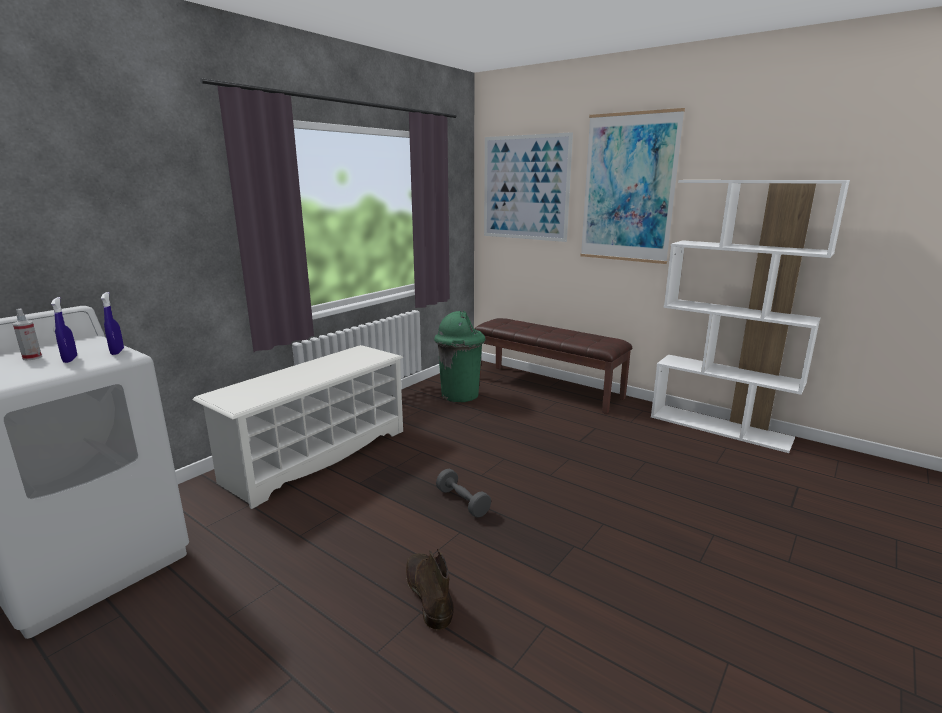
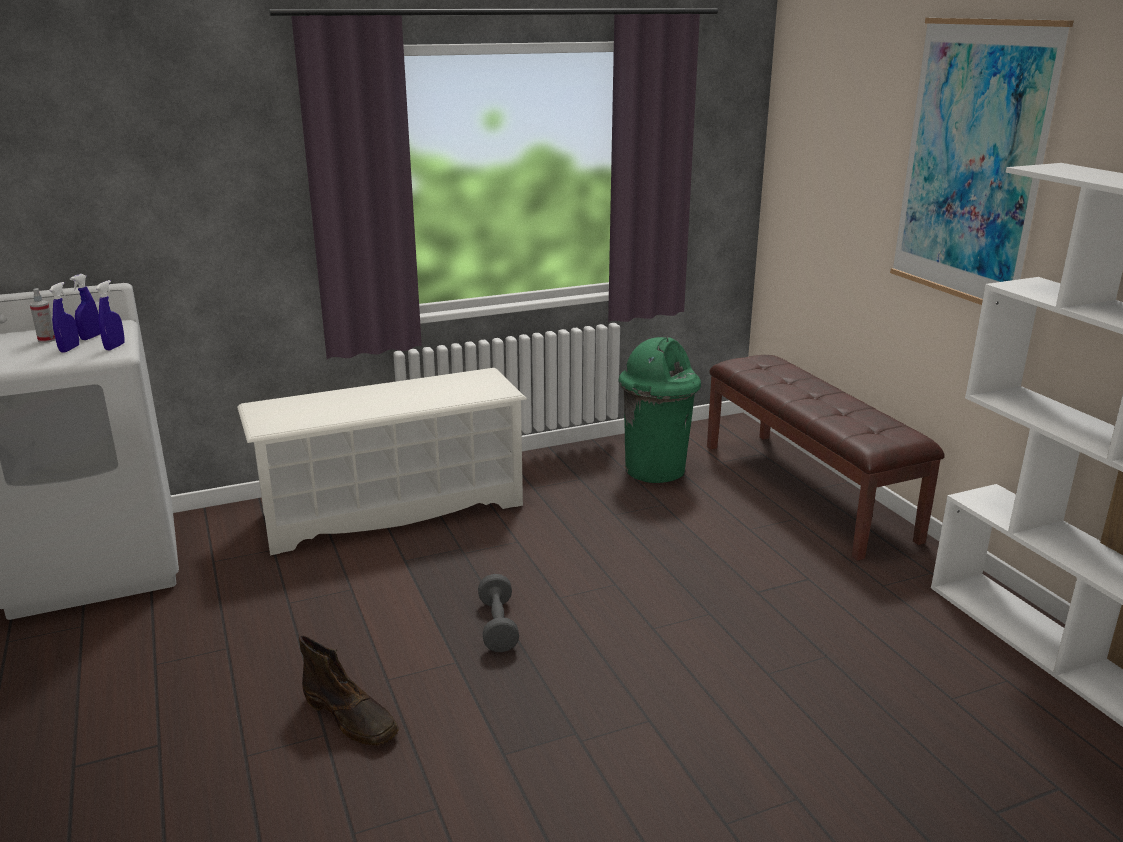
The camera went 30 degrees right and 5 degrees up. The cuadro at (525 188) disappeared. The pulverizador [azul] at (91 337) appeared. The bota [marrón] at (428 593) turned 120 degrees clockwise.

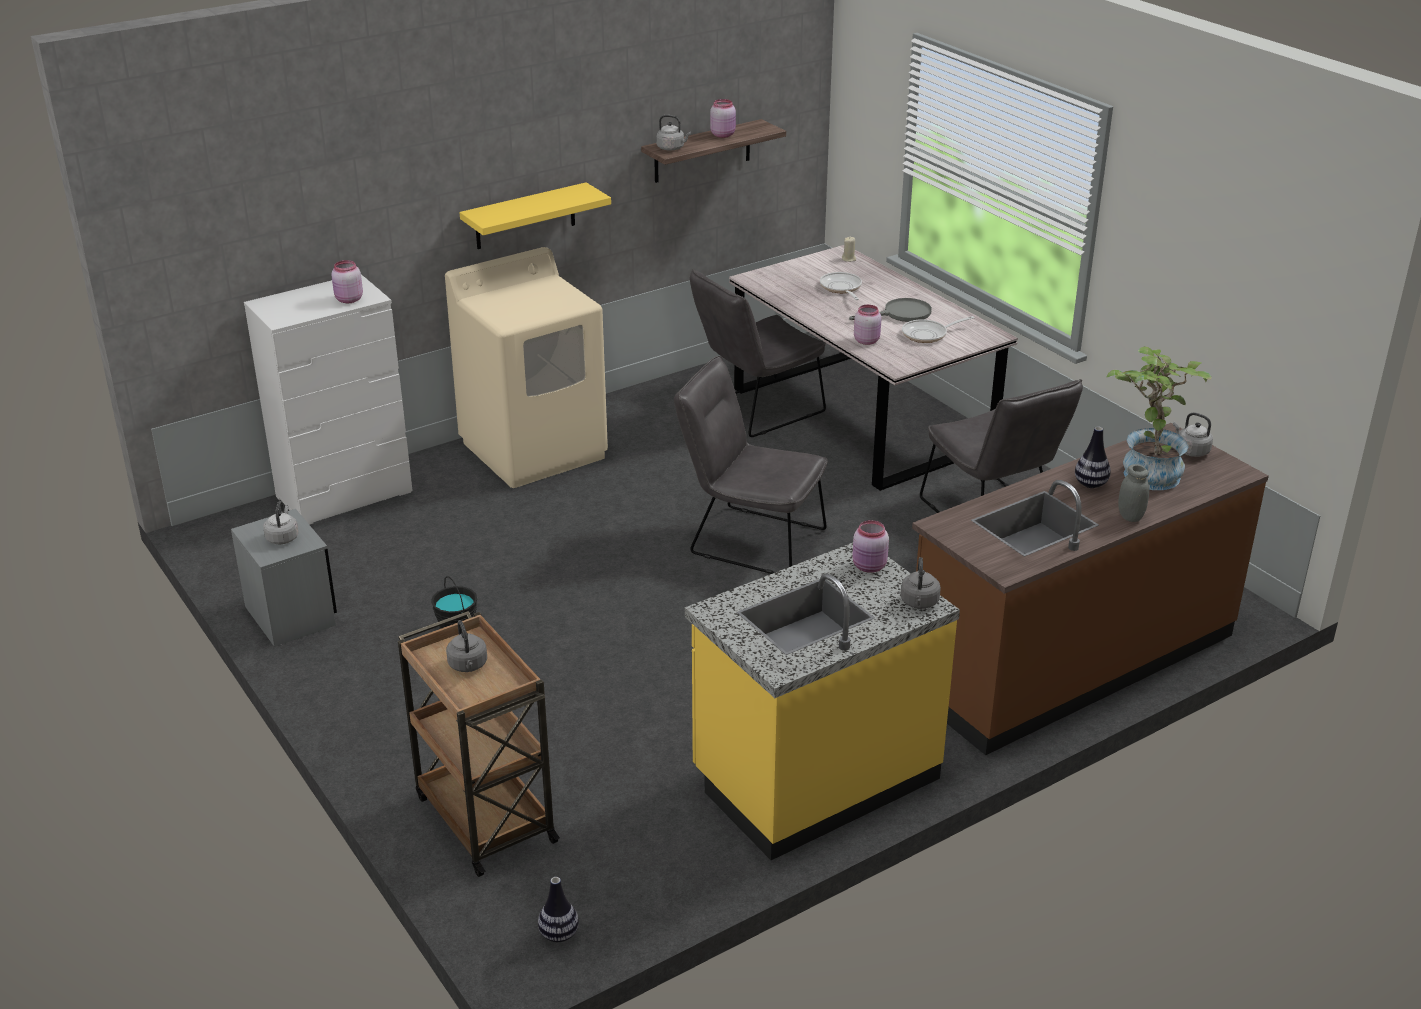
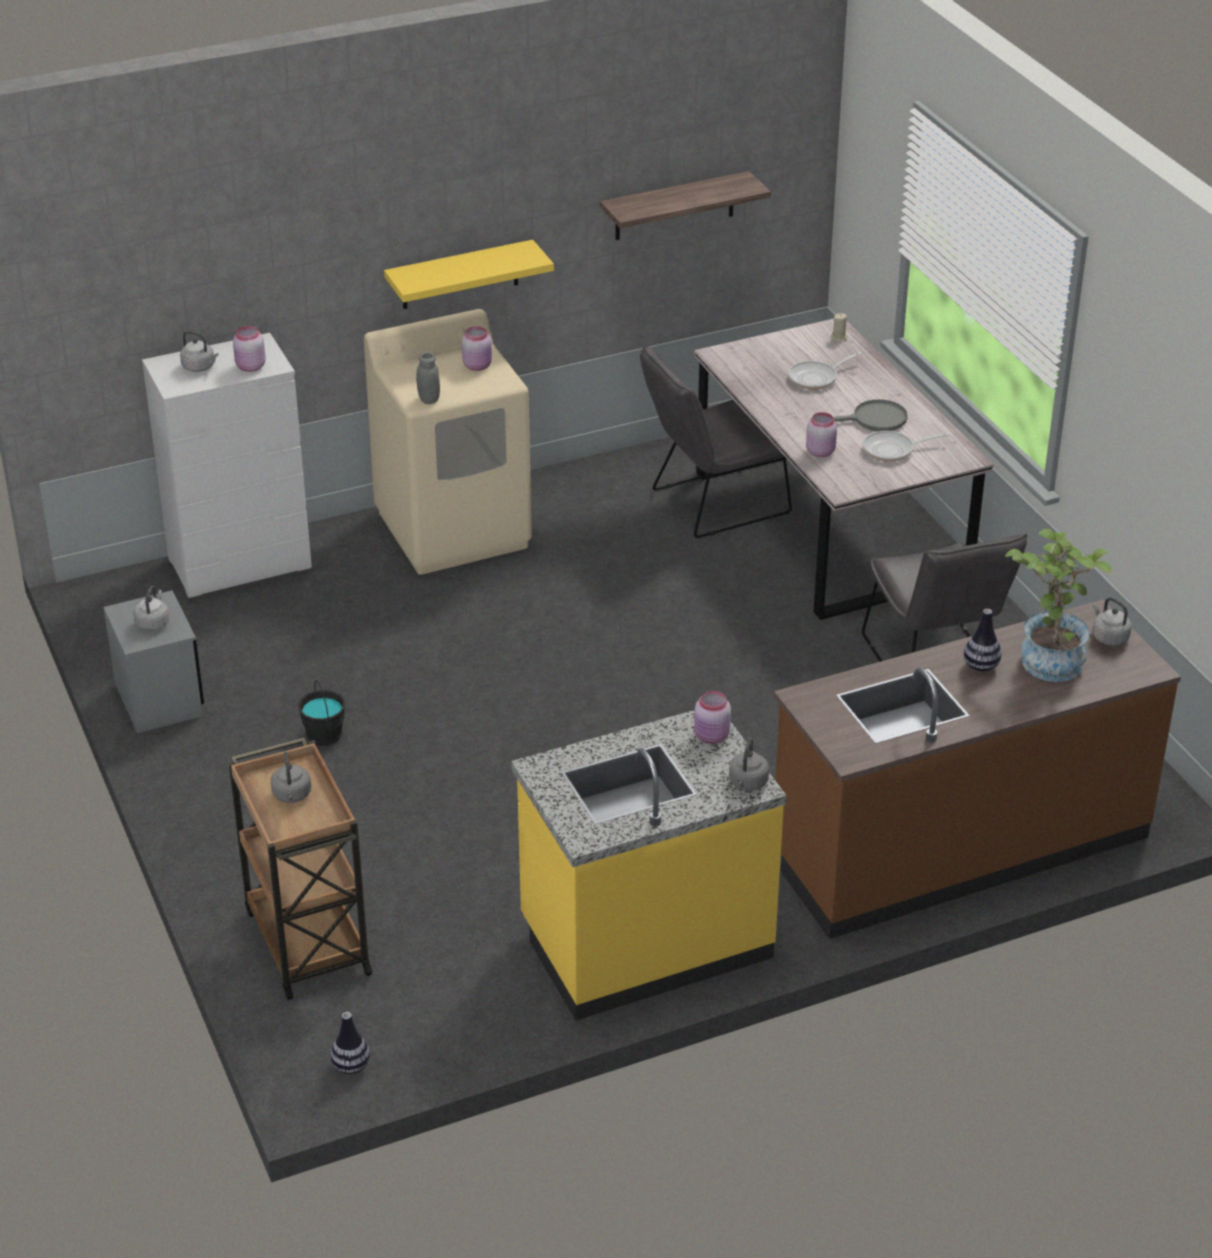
The camera went 10 degrees right and 5 degrees up. The silla [gris] at (749 539) disappeared. The hervidor [gris] moved from (672 148) to (200 367). The tarro [rosa] moved from (723 134) to (478 365). The tarro [gris] moved from (1130 516) to (429 399). The sartén at (841 288) turned 120 degrees counterclockwise.

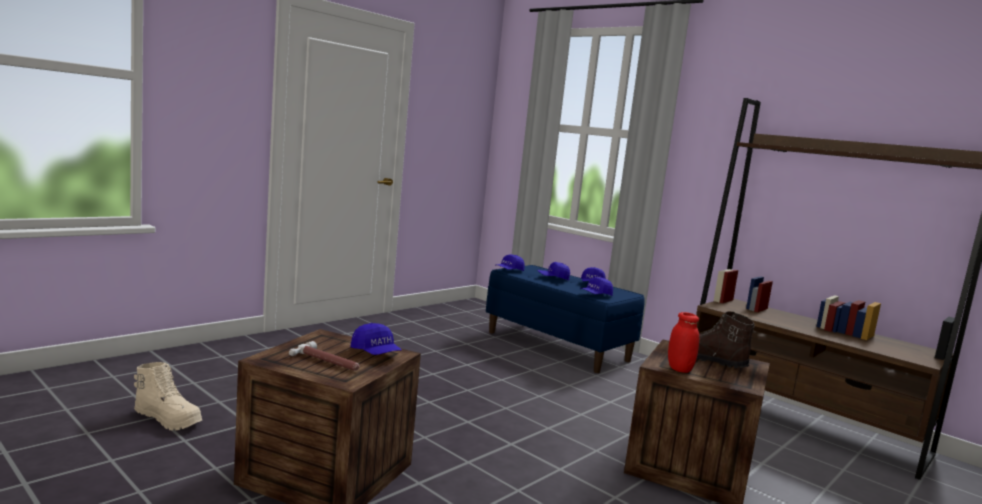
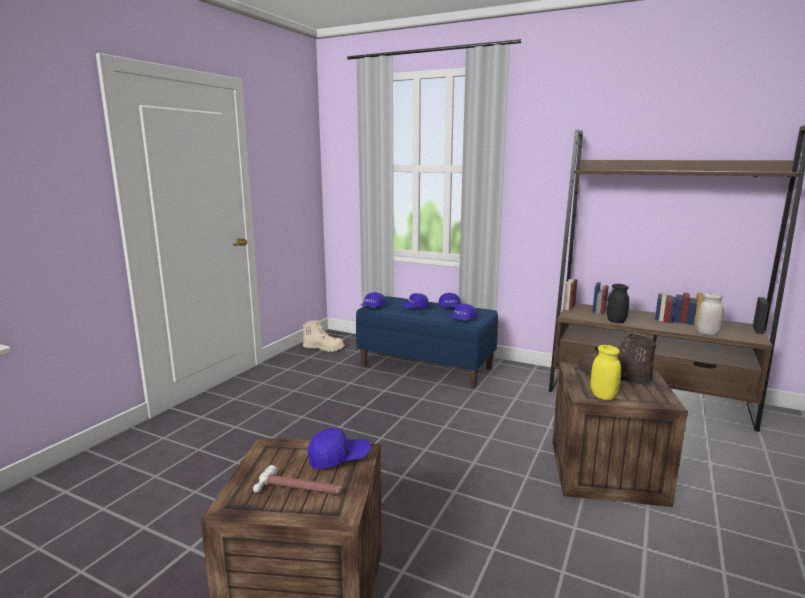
The camera went 15 degrees left and 5 degrees up. The tarro [negro] at (616 321) appeared. The tarro [blanco] at (707 333) appeared. The bota [beis] moved from (168 419) to (324 348). The tarro [rojo] at (679 369) became the tarro [amarillo] at (603 396). The gorra [azul] at (376 353) turned 45 degrees counterclockwise.

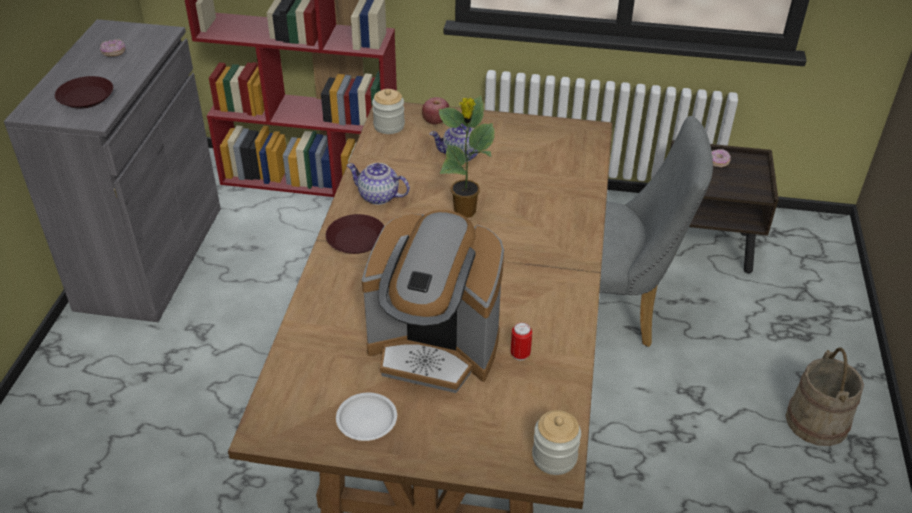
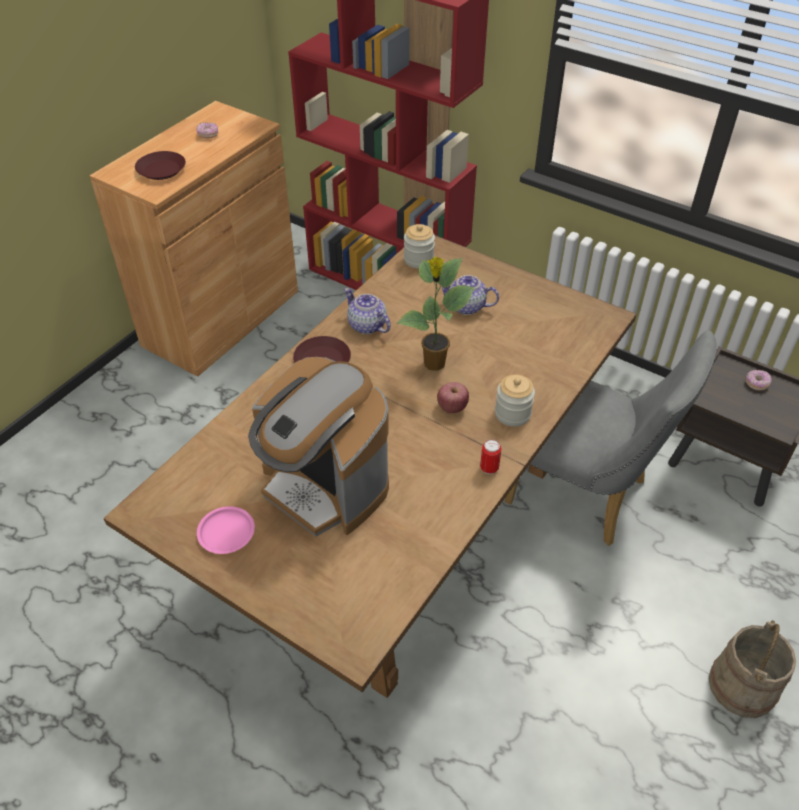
The camera went 25 degrees right and 5 degrees up. The manzana moved from (435 121) to (452 407). The lata moved from (520 354) to (489 468). The tarro moved from (554 457) to (512 414). The armario [gris] at (150 257) became the armario [marrón] at (221 318). The plato [blanco] at (366 420) became the plato [rosa] at (226 533).

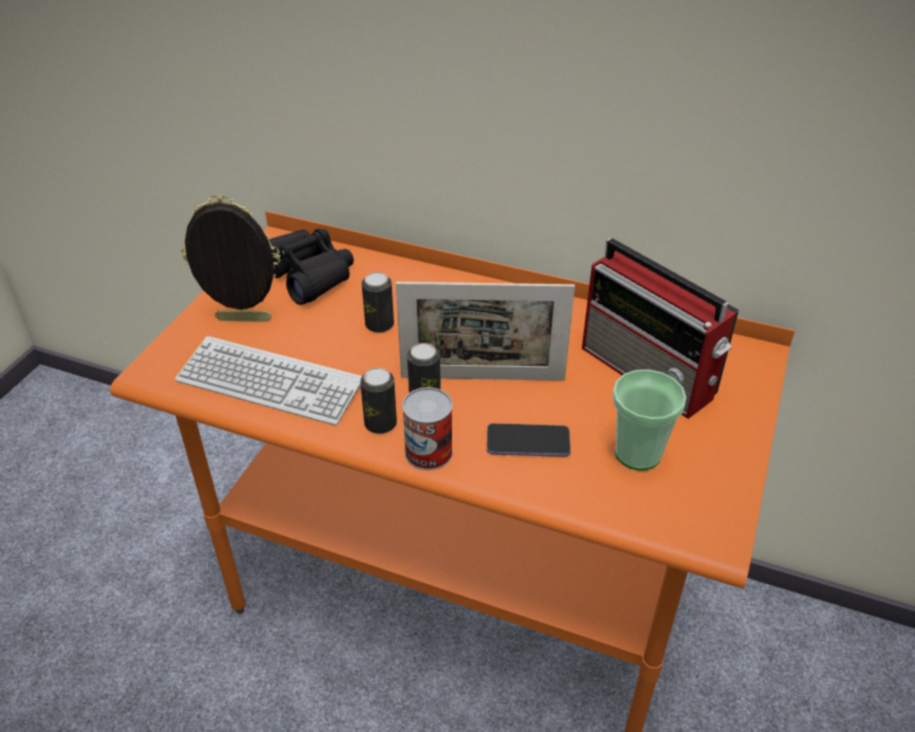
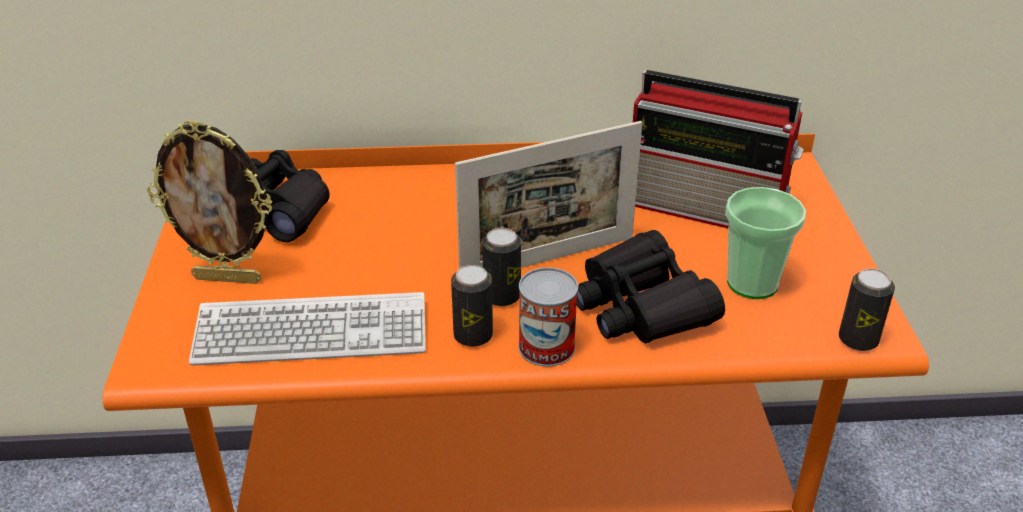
The camera went 25 degrees left and 5 degrees down. The lata moved from (379 325) to (858 340). The móvil at (528 442) was replaced by the prismáticos [negro] at (641 306). The portarretratos at (243 321) turned 150 degrees counterclockwise.

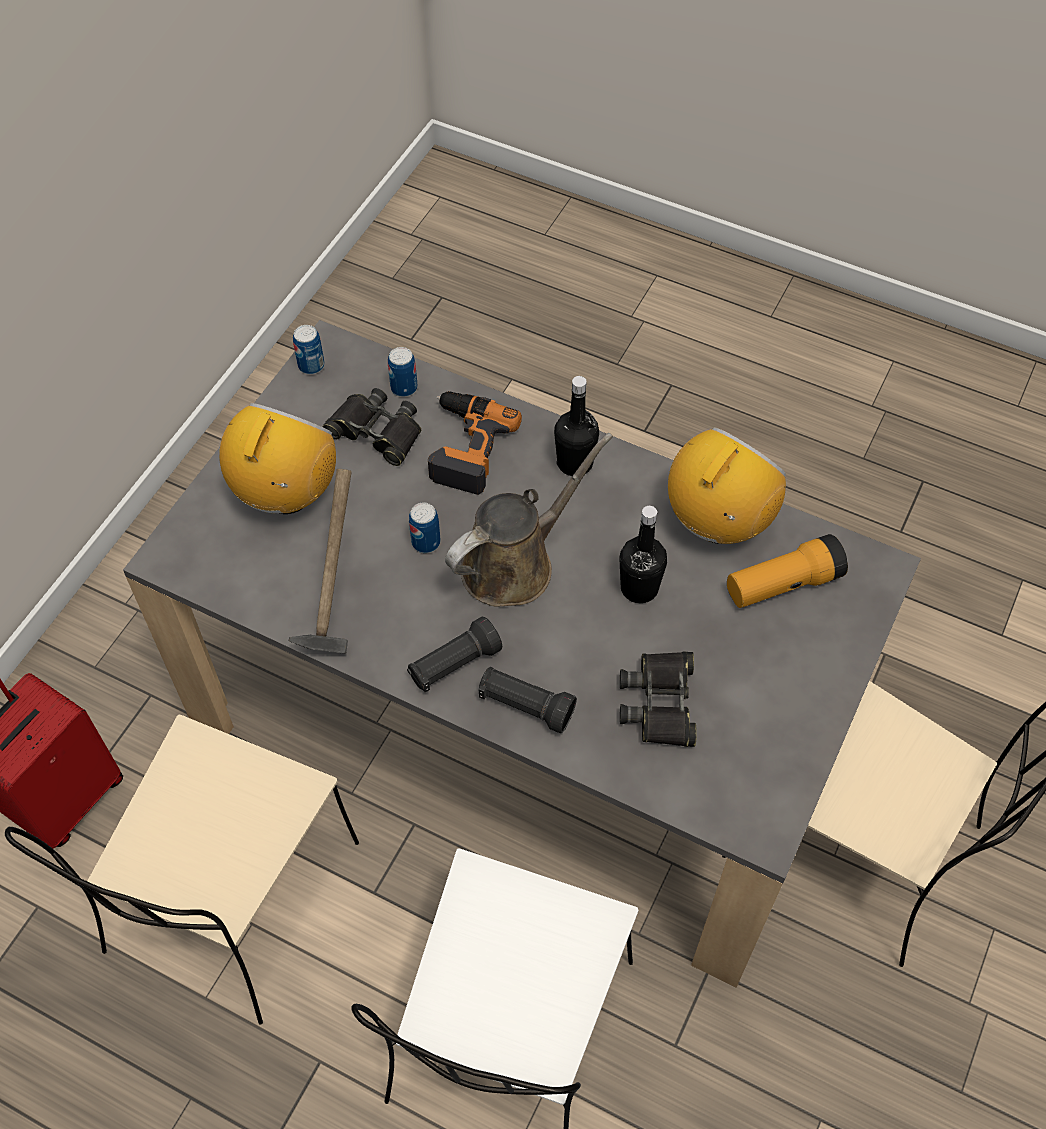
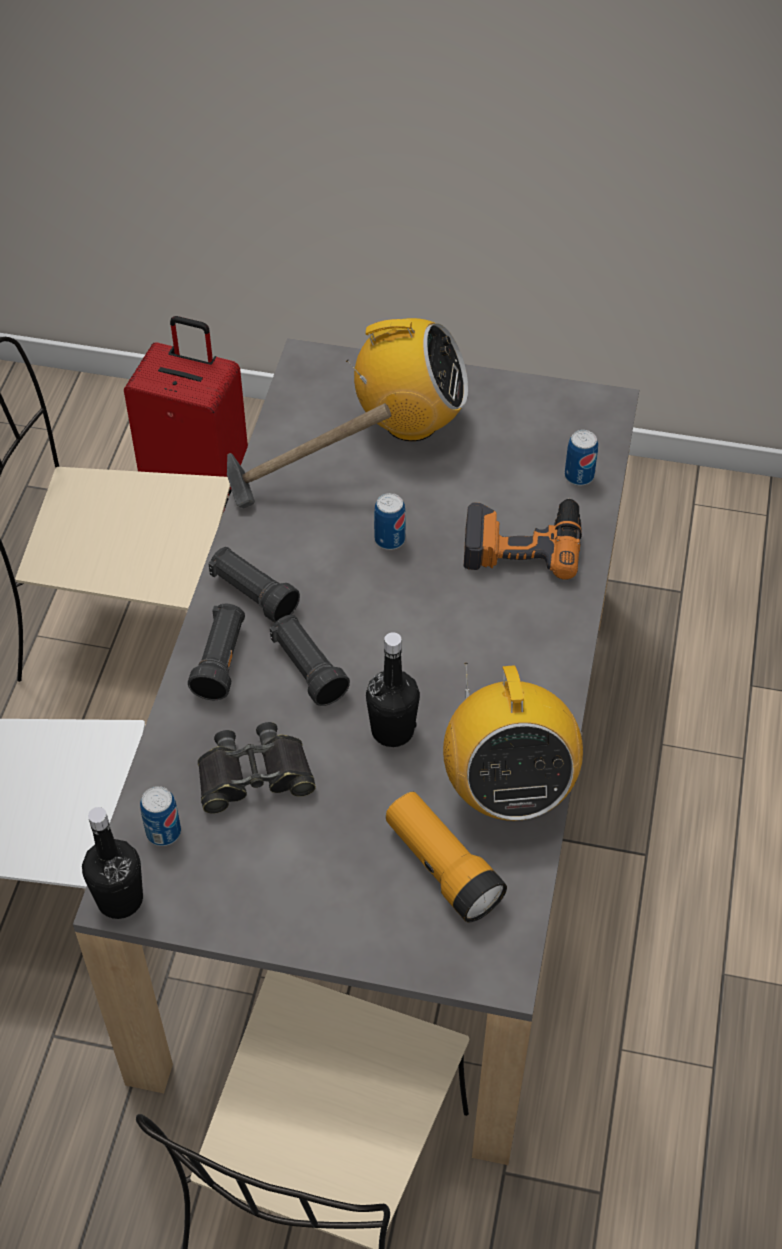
The camera went 75 degrees right and 5 degrees down. The prismáticos [negro] at (376 432) disappeared. The regadera [marrón] at (515 563) disappeared. The linterna [negro] at (308 669) appeared. The lata moved from (311 365) to (163 832). The botella [negro] moved from (575 463) to (120 899). The radio at (718 522) turned 60 degrees clockwise.

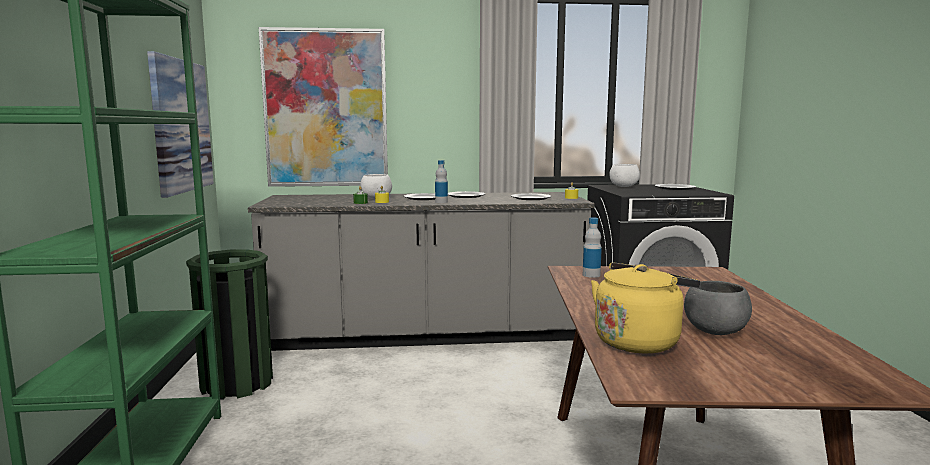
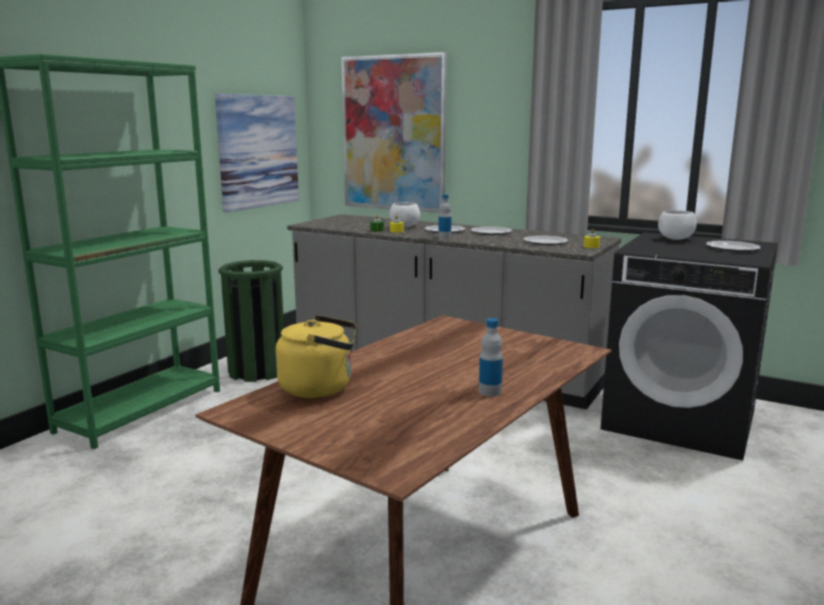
The camera went 35 degrees right and 5 degrees up. The cuenco [gris] at (715 332) disappeared. The botella moved from (591 275) to (490 391).

